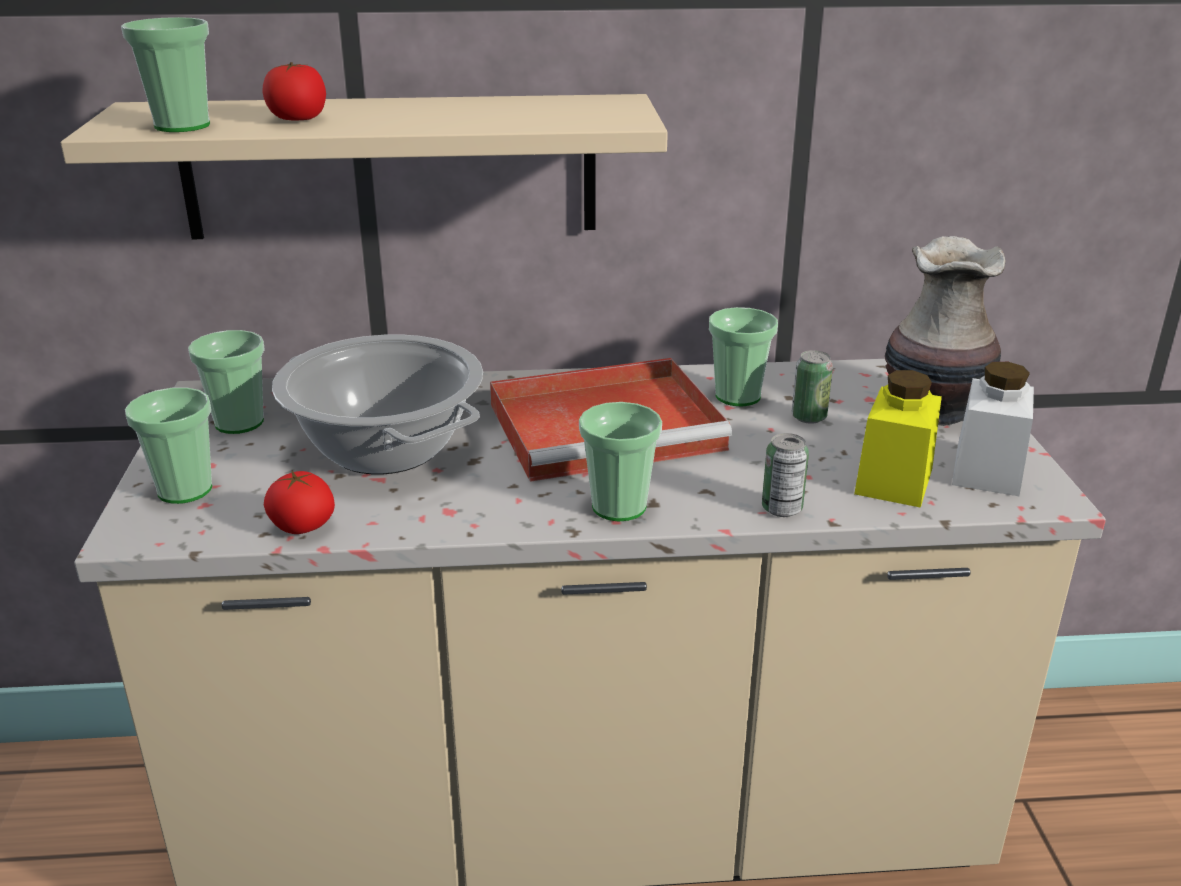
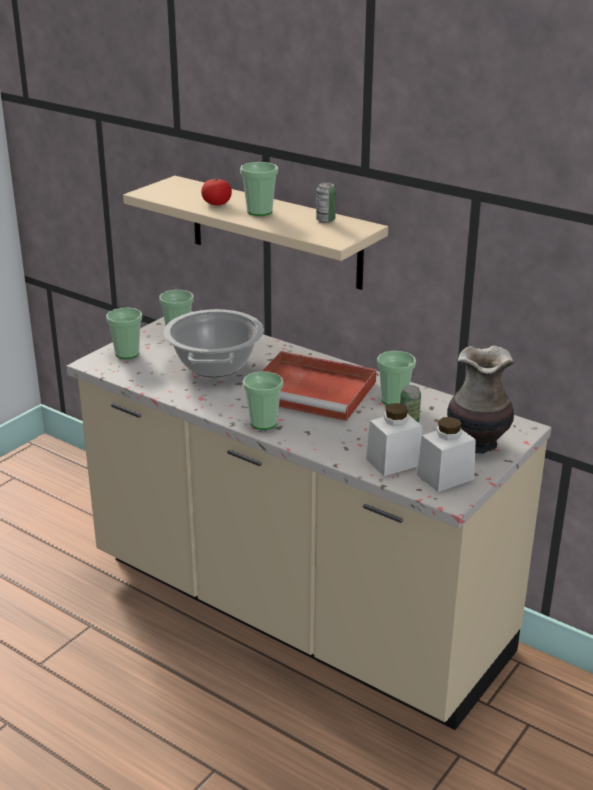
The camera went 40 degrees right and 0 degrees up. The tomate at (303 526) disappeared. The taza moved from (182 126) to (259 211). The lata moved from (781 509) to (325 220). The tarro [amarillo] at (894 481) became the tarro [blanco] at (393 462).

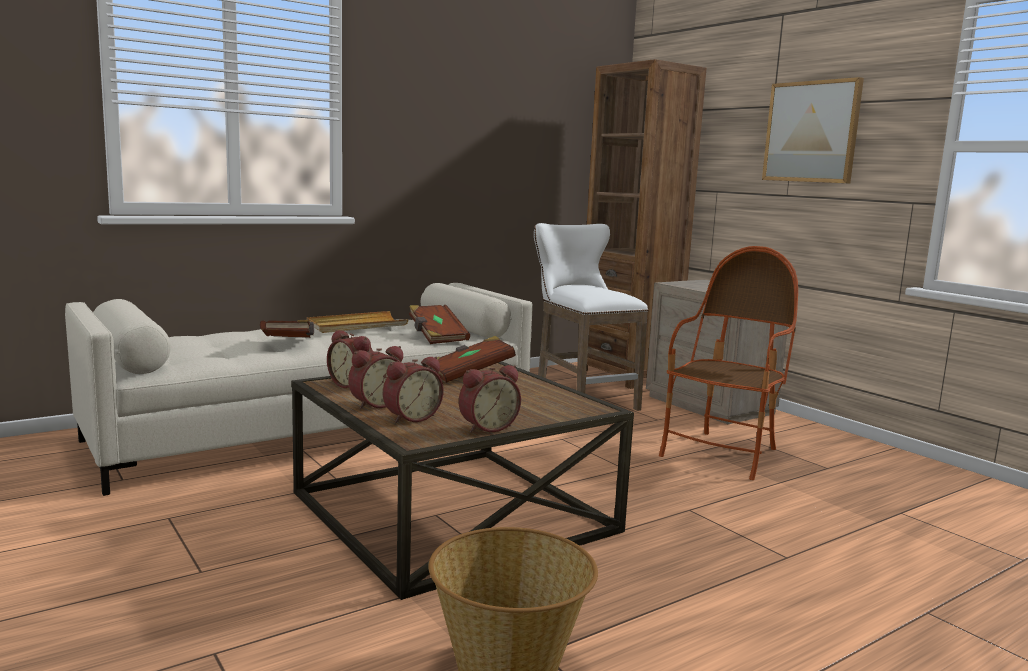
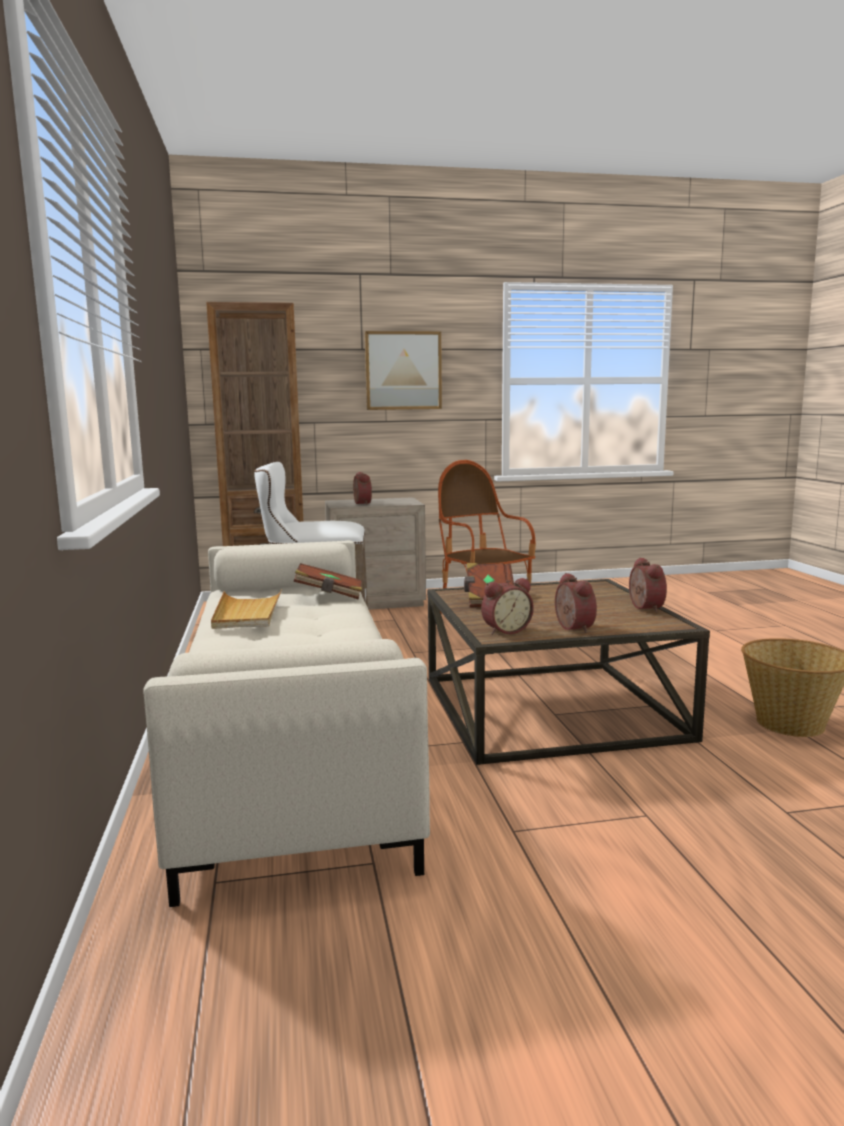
The camera went 65 degrees left and 0 degrees up. The libro [marrón] at (288 344) disappeared. The despertador moved from (410 417) to (360 503).

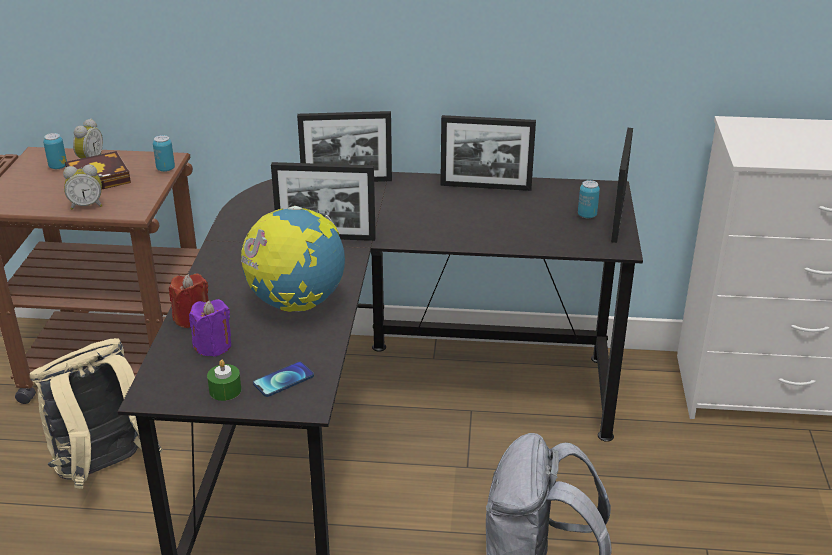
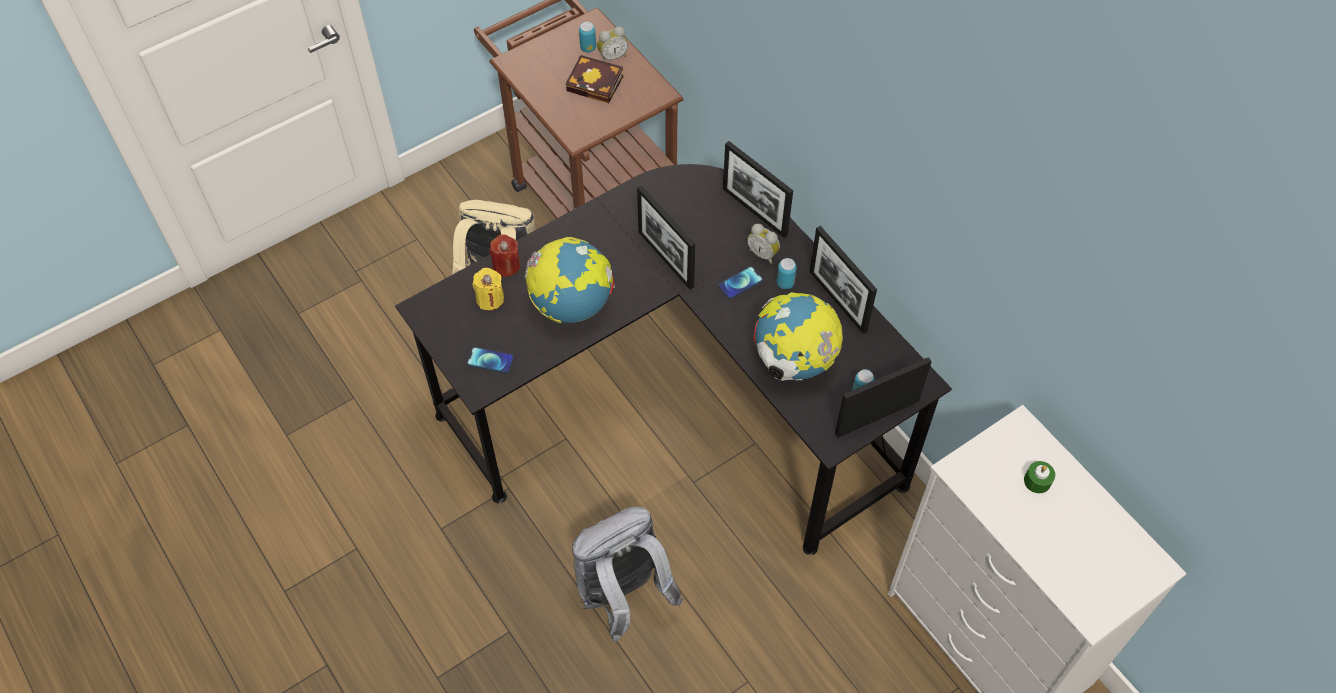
The camera went 50 degrees right and 25 degrees up. The móvil at (740 283) appeared. The globo terráqueo at (794 360) appeared. The despertador moved from (87 205) to (763 254). The lata moved from (165 169) to (785 283). The vela [verde] moved from (225 390) to (1037 481). The vela [morado] at (213 346) became the vela [amarillo] at (490 299).

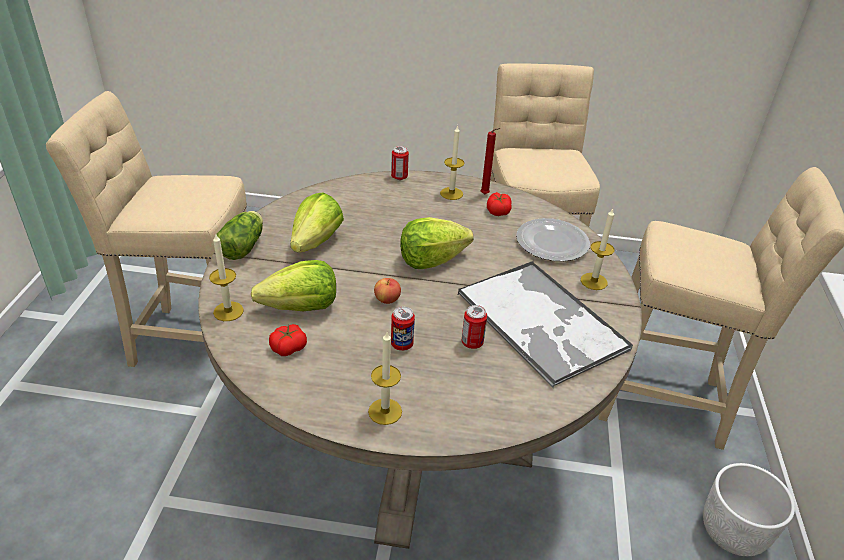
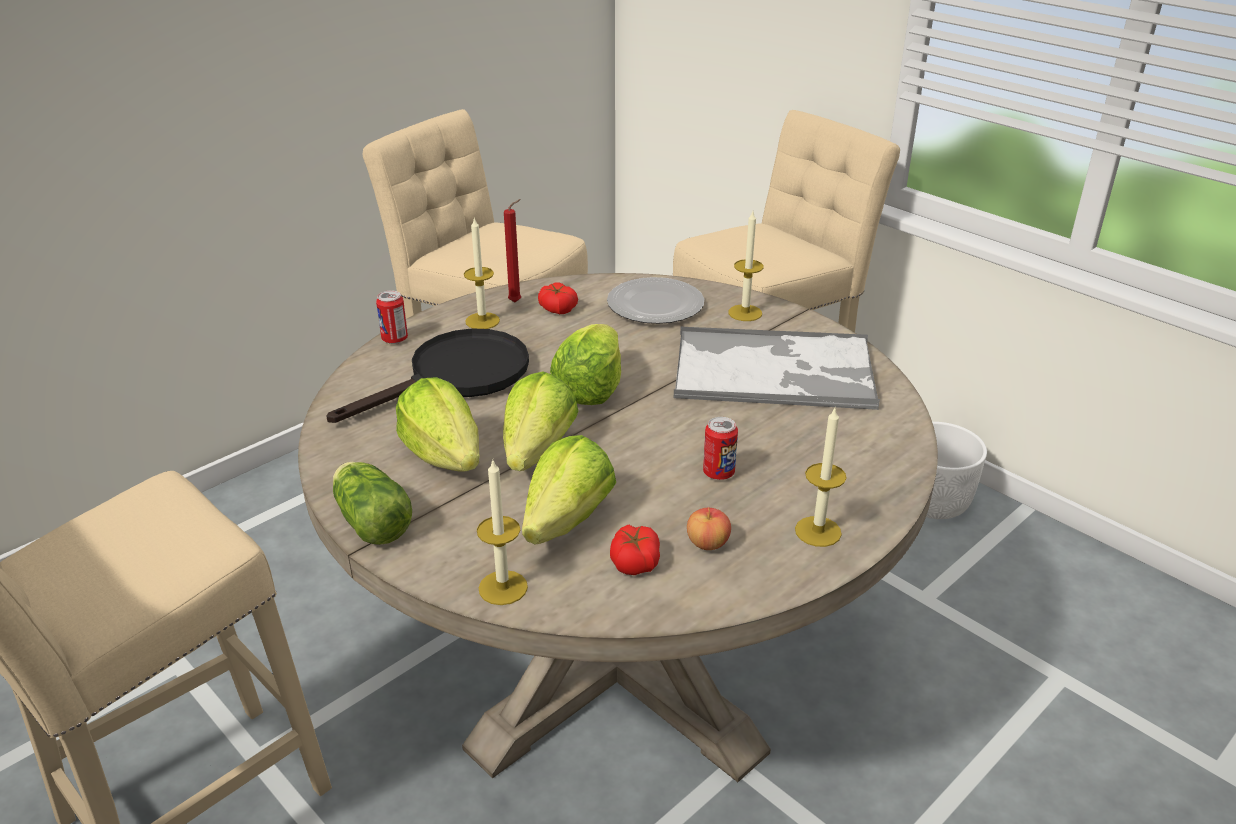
The camera went 50 degrees left and 5 degrees down. The lata at (472 343) disappeared. The sartén [negro] at (456 377) appeared. The lechuga at (537 452) appeared. The manzana moved from (387 299) to (707 543).

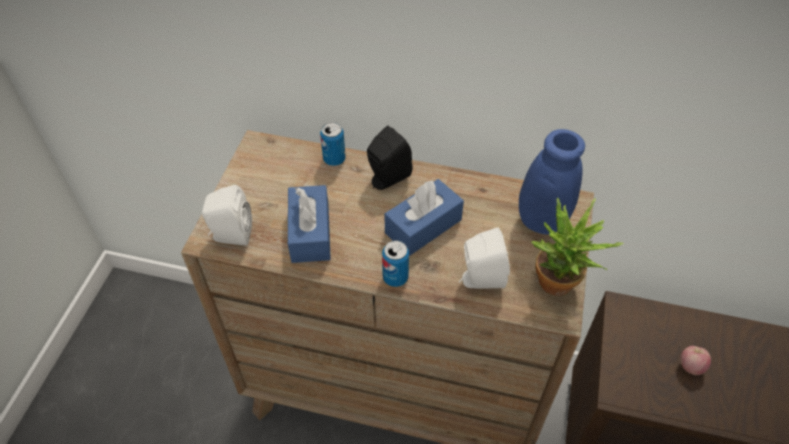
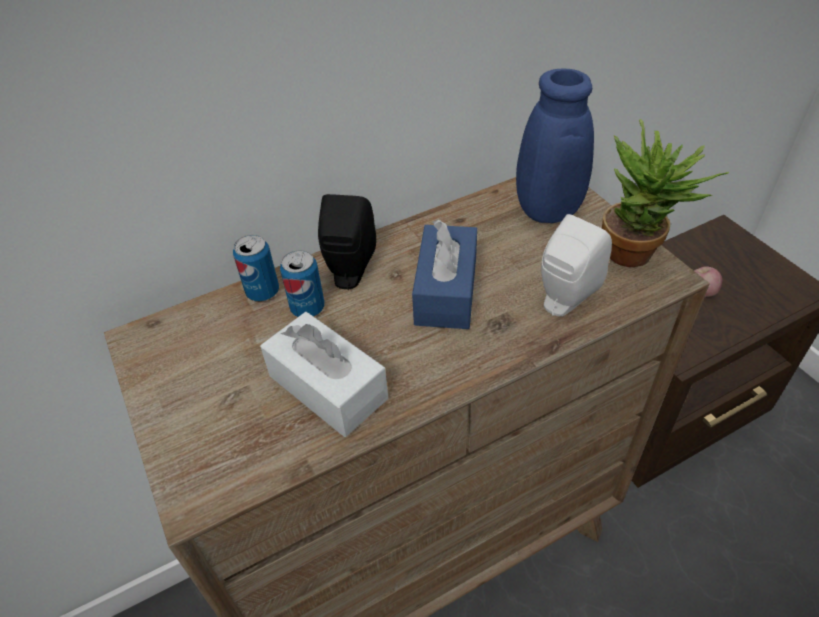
The camera went 40 degrees left and 5 degrees down. The altavoz [blanco] at (230 235) disappeared. The lata moved from (395 277) to (307 308). The caja de pañuelos [azul] at (310 233) became the caja de pañuelos [blanco] at (328 387).

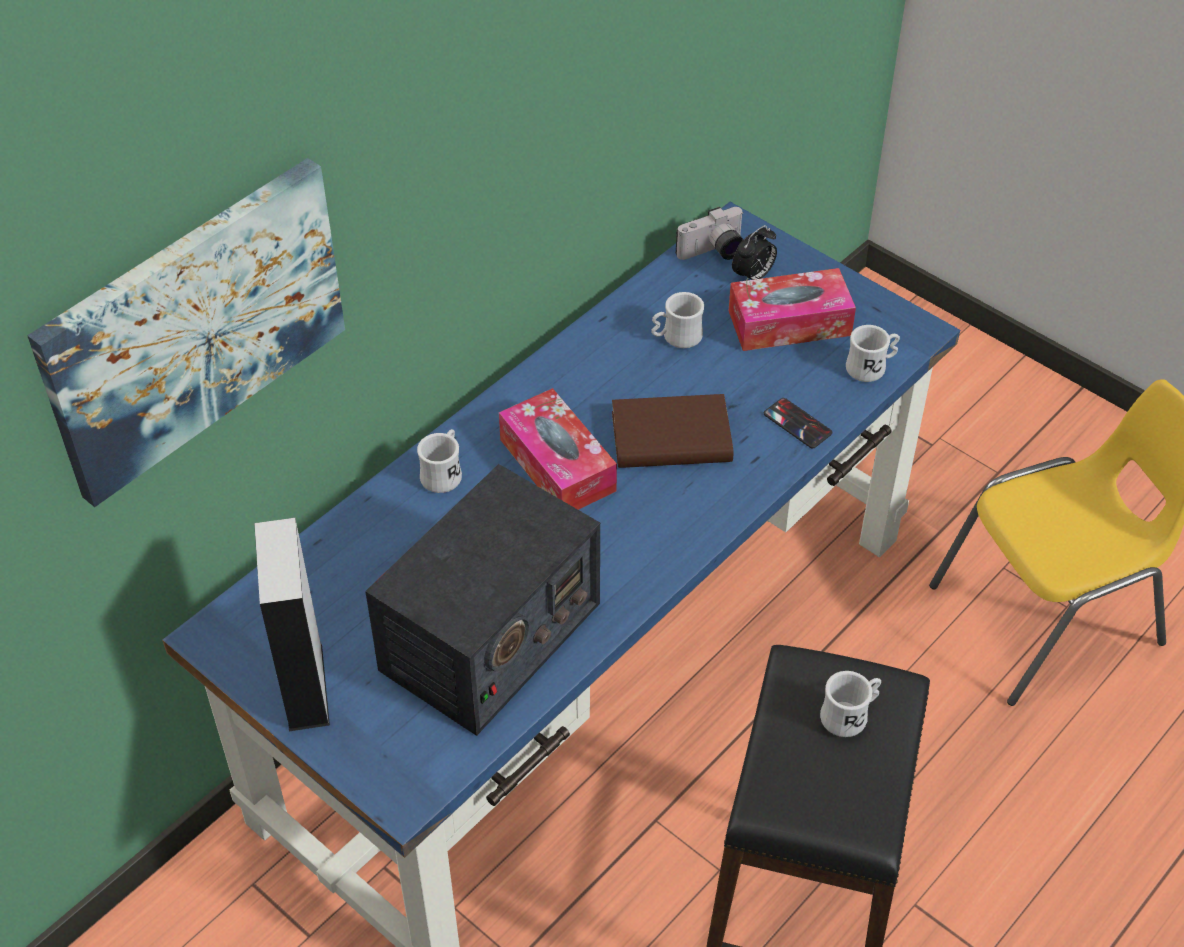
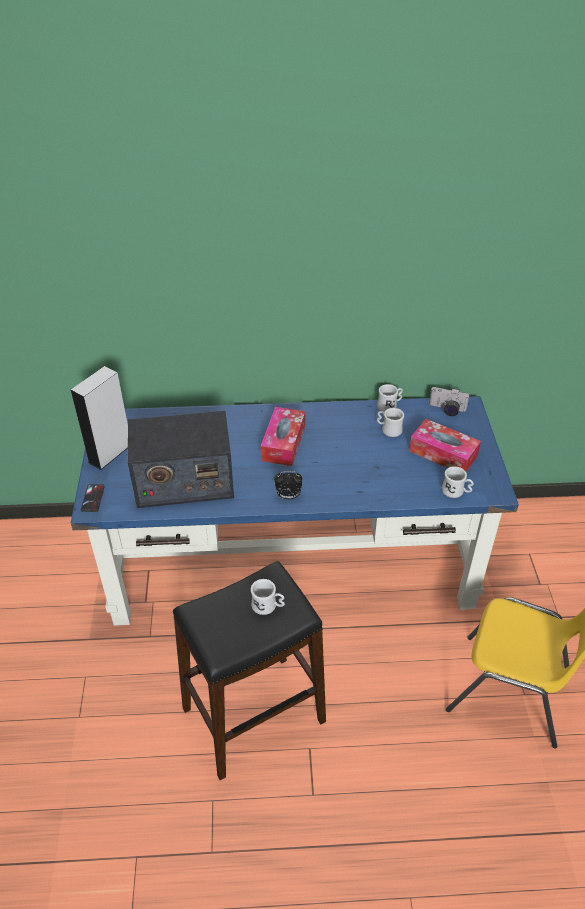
The camera went 45 degrees right and 5 degrees down. The cuadro at (194 327) disappeared. The libro [marrón] at (671 438) disappeared. The taza grande [blanco] moved from (444 473) to (389 406). The despertador moved from (753 276) to (288 496). The móvil moved from (797 423) to (93 498).

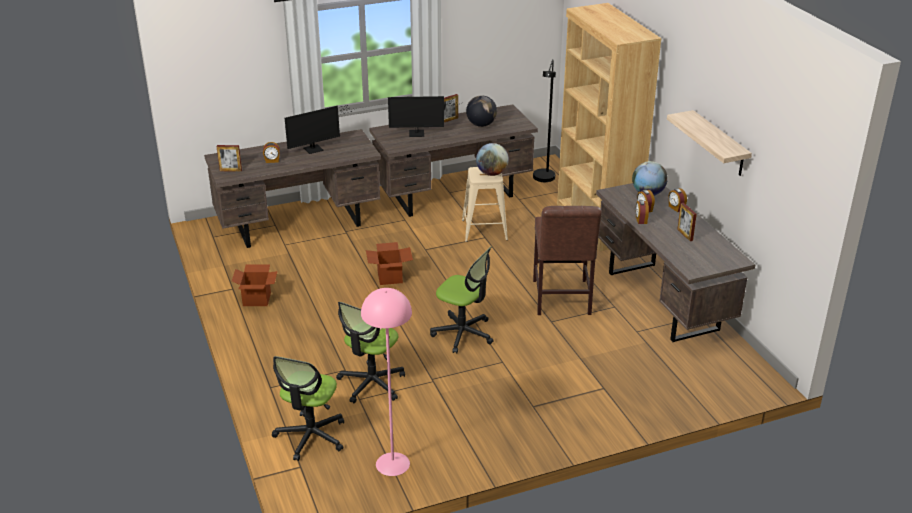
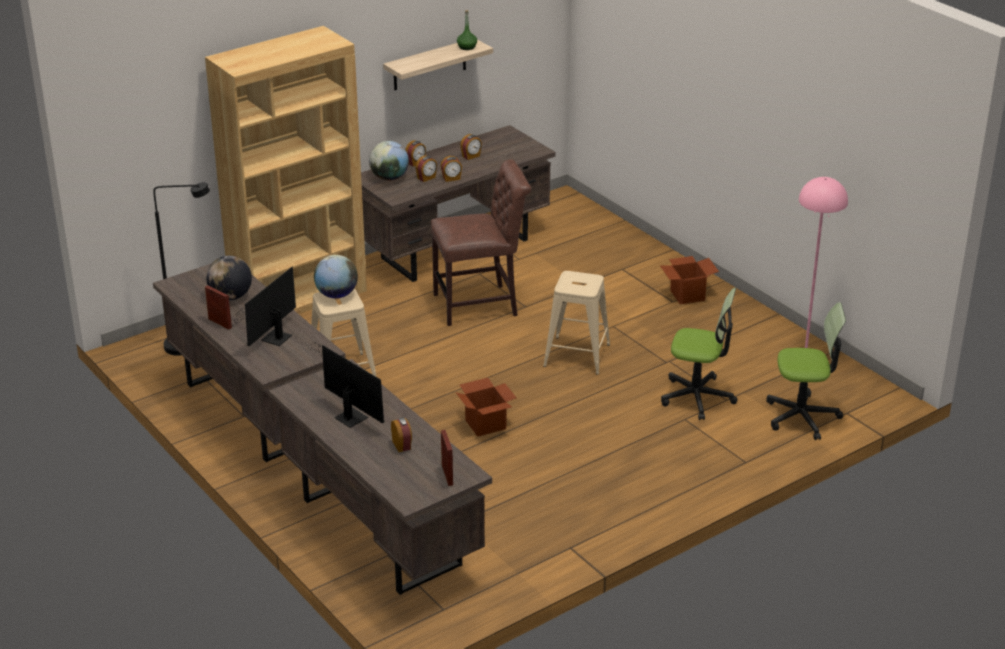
The camera went 105 degrees left and 0 degrees up. The botella [verde] at (467 47) appeared. The caja de cartón moved from (256 299) to (687 295). The silla de oficina at (463 334) was replaced by the taburete [beis] at (576 355). The portarretratos at (685 235) was replaced by the despertador at (471 156). The monitor at (419 133) turned 135 degrees counterclockwise.

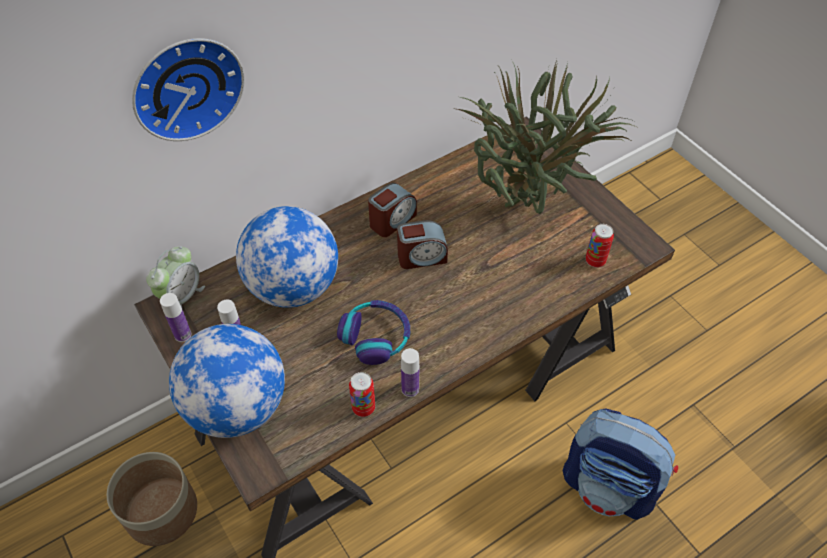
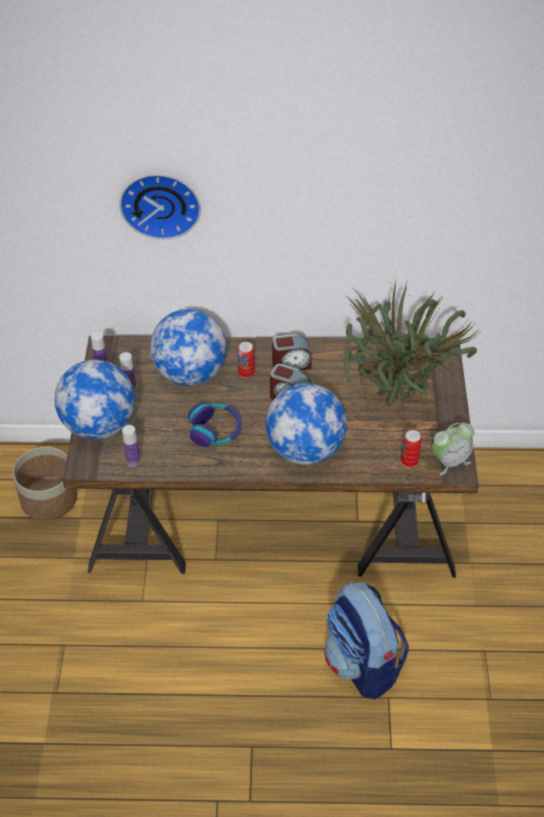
The camera went 35 degrees right and 5 degrees down. The globo terráqueo at (305 450) appeared. The despertador moved from (181 296) to (450 462). The lata moved from (363 408) to (246 373). The botella moved from (410 389) to (133 461).

